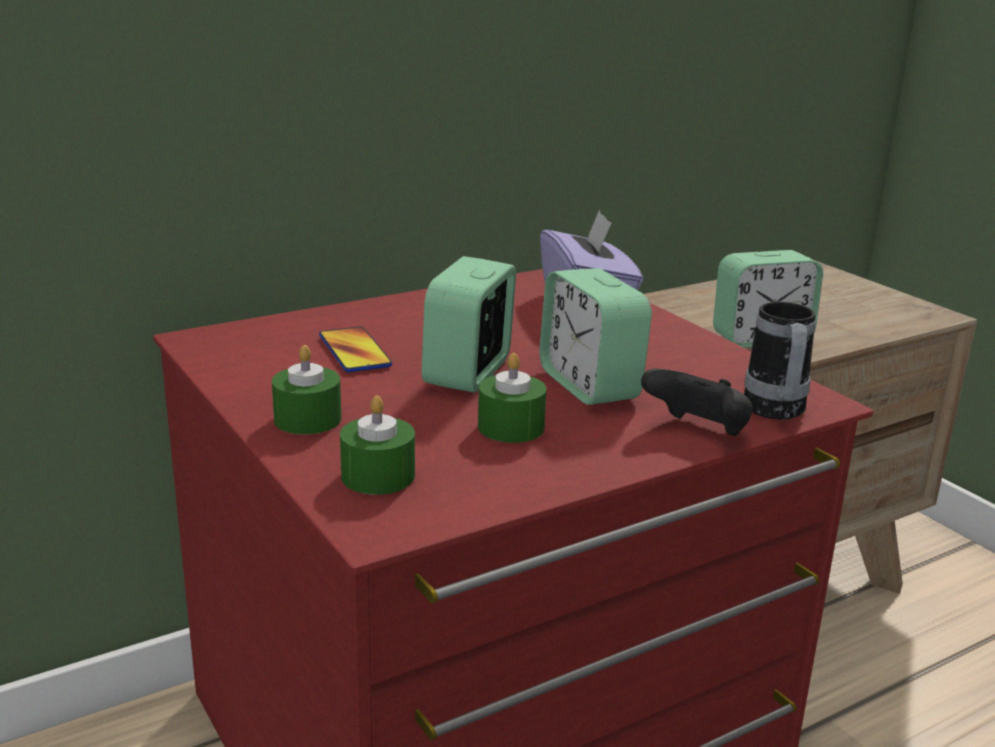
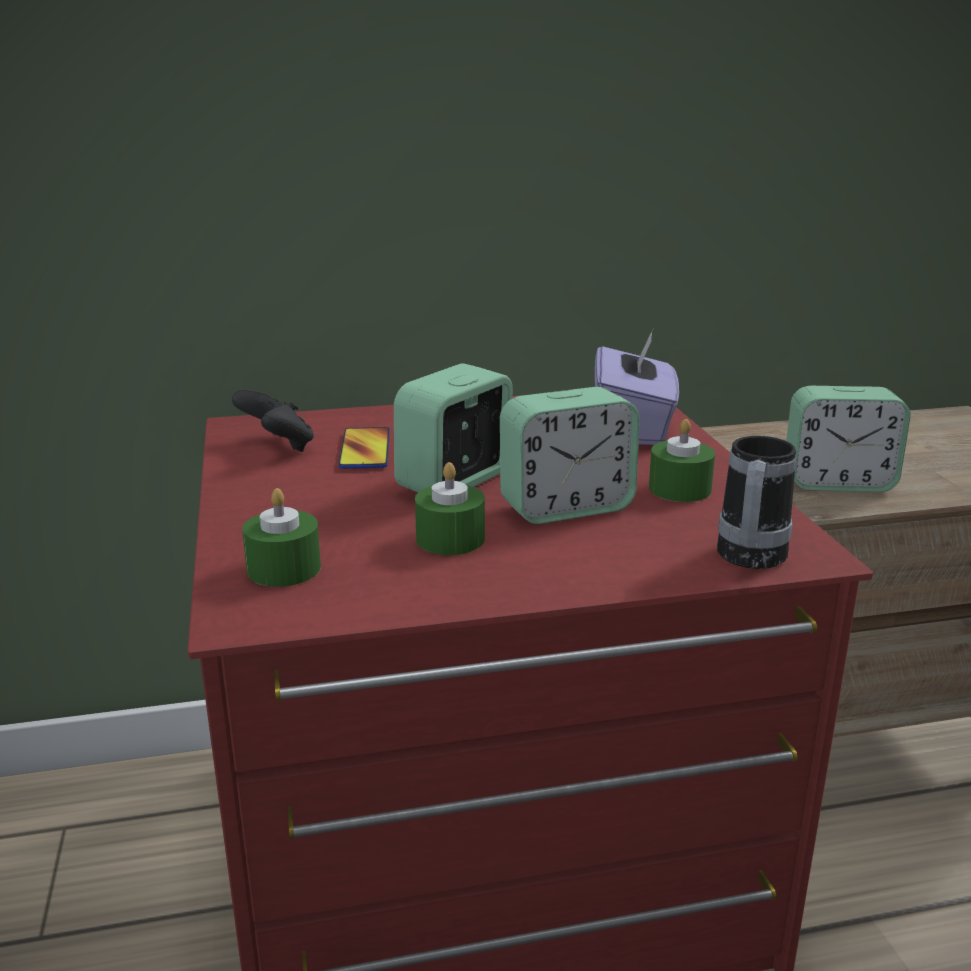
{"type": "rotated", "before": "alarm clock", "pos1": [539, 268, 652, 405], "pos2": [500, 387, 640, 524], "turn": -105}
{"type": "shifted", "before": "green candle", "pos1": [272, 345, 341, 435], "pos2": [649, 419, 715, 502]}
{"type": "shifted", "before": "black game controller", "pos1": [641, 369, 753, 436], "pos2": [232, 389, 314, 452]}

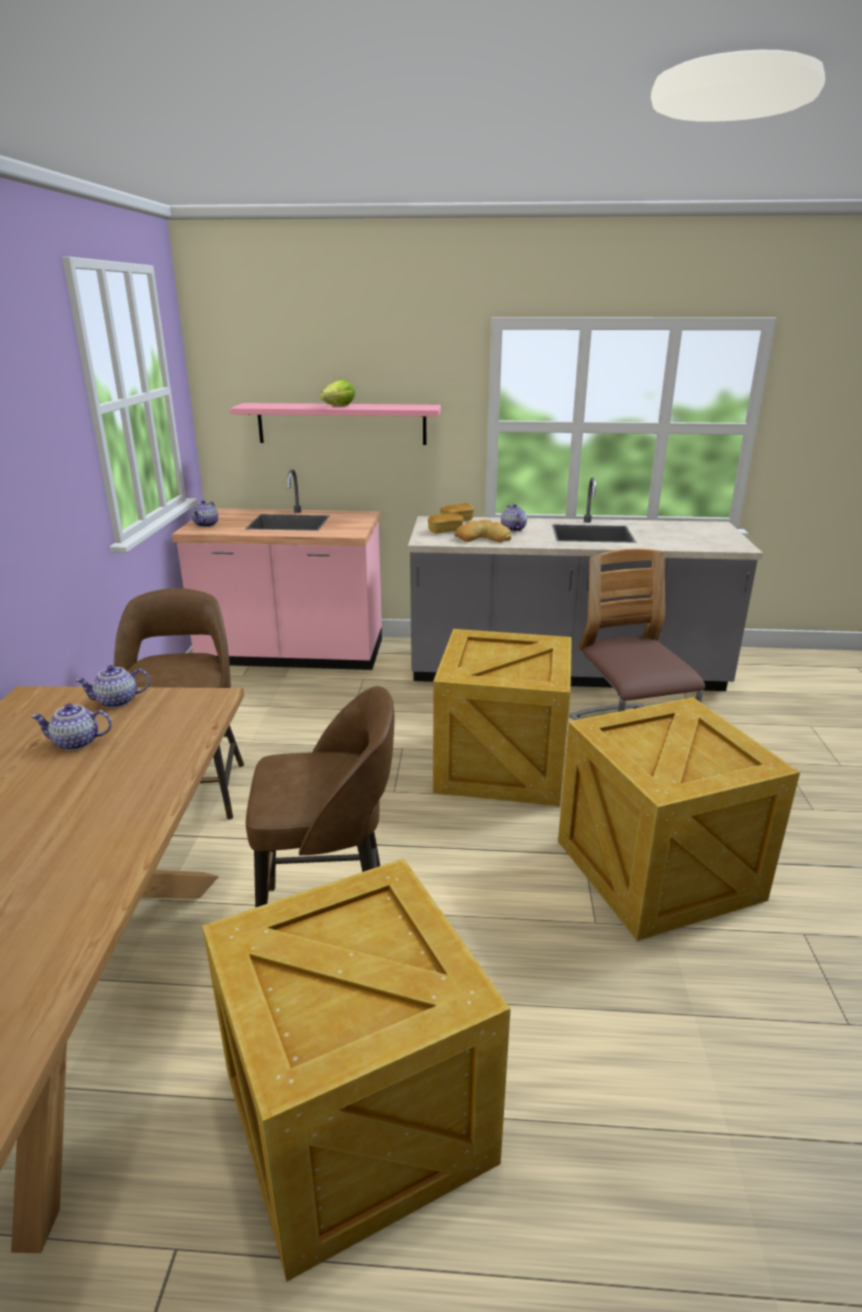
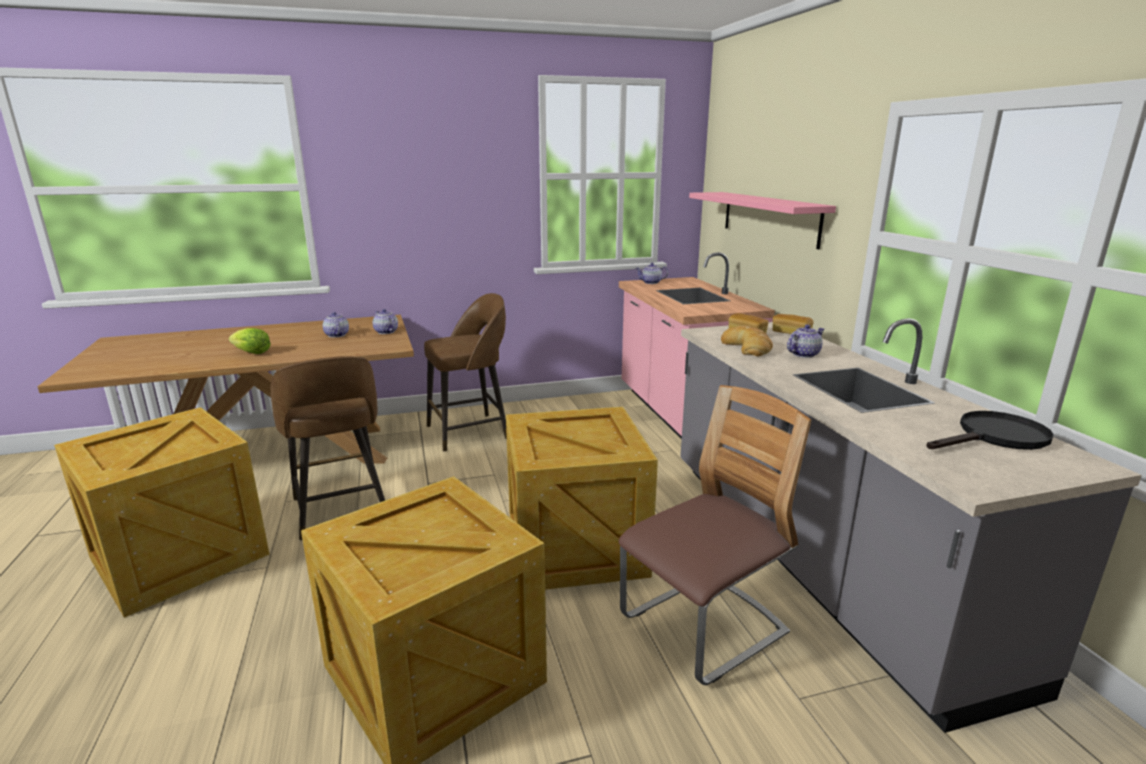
{"type": "shifted", "before": "lettuce", "pos1": [320, 379, 355, 406], "pos2": [228, 328, 271, 354]}
{"type": "new", "after": "black frying pan", "pos2": [926, 411, 1054, 450]}

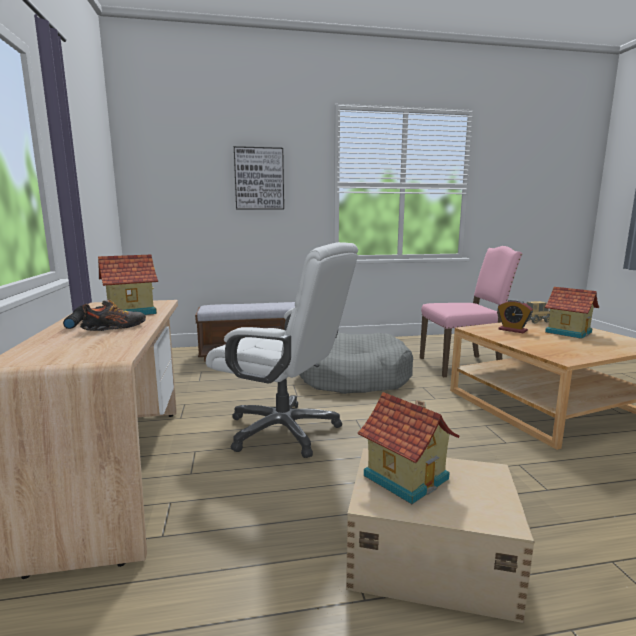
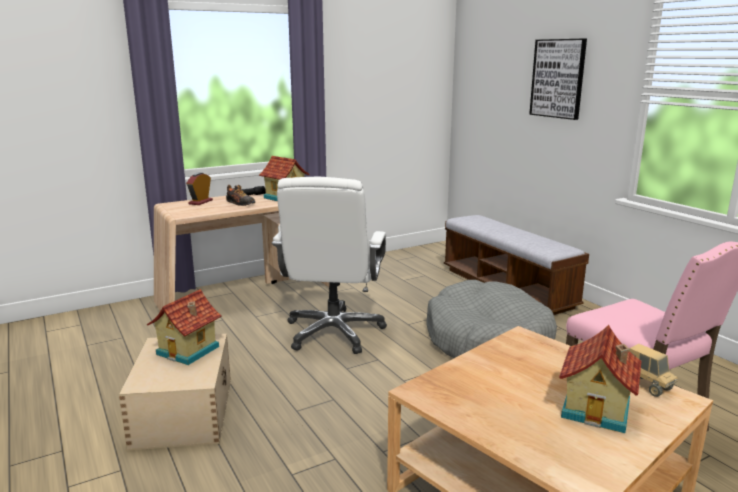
{"type": "shifted", "before": "alarm clock", "pos1": [498, 299, 533, 333], "pos2": [186, 172, 213, 205]}

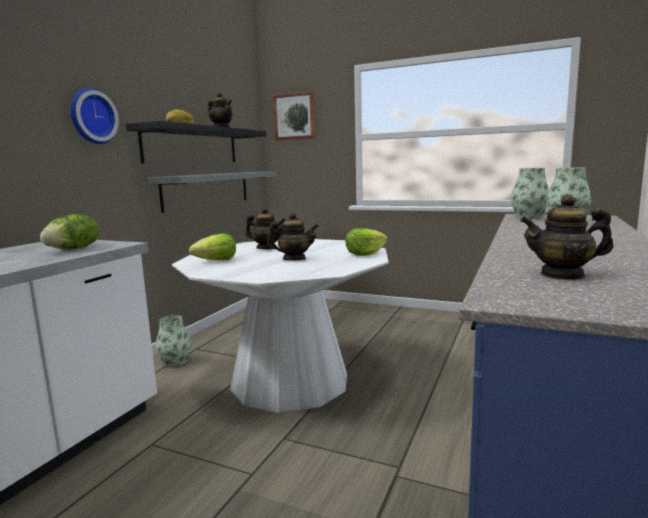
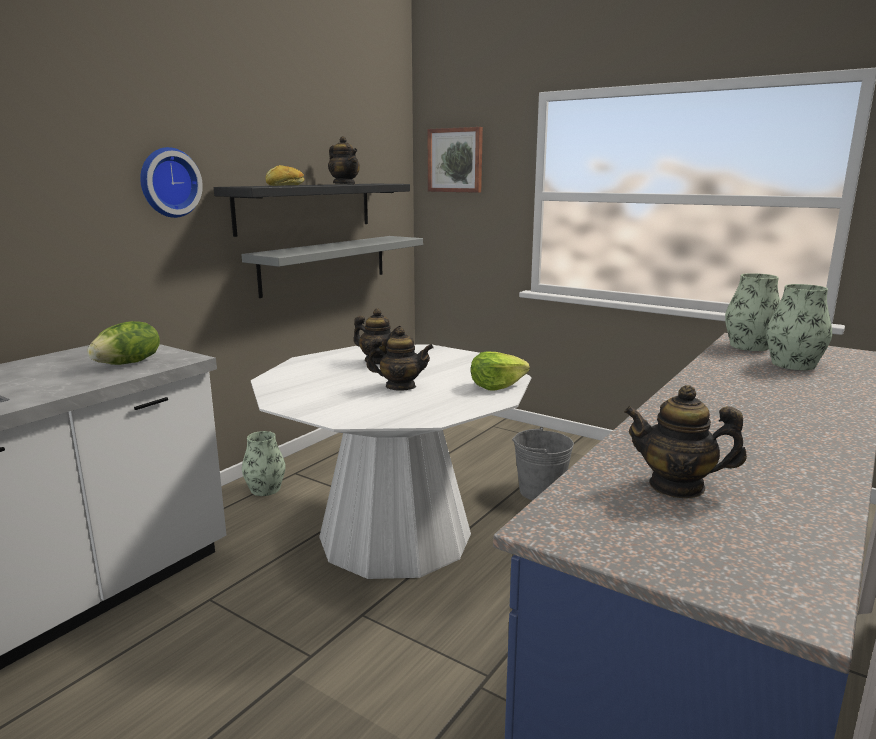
{"type": "gone", "before": "lettuce", "pos1": [189, 233, 236, 260]}
{"type": "new", "after": "grey bucket", "pos2": [512, 427, 574, 500]}

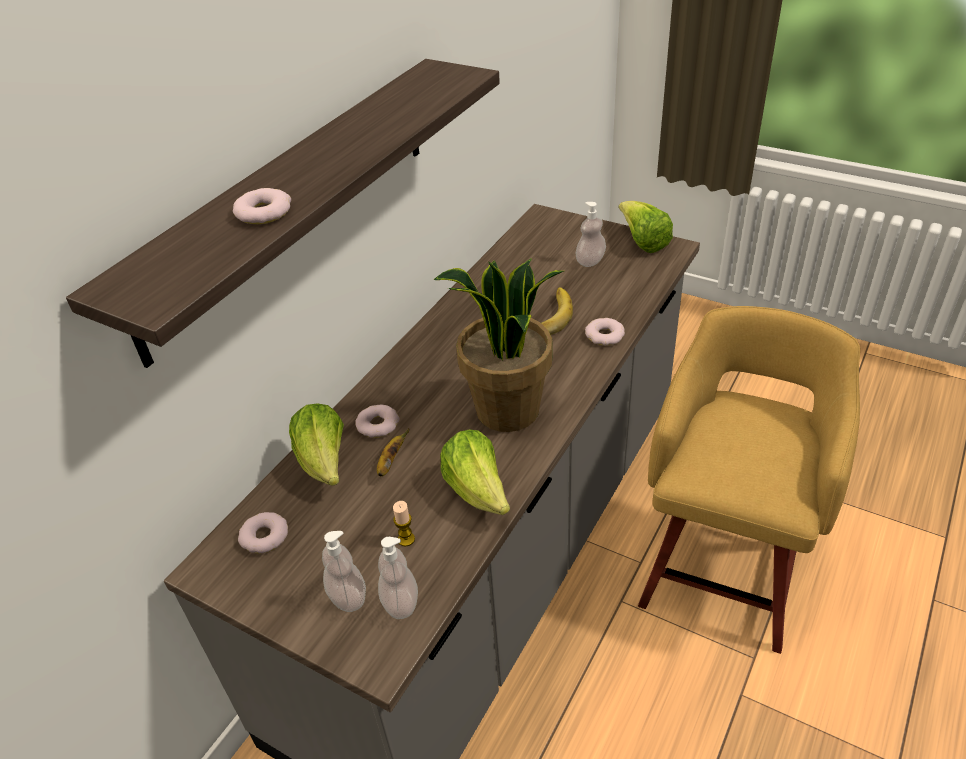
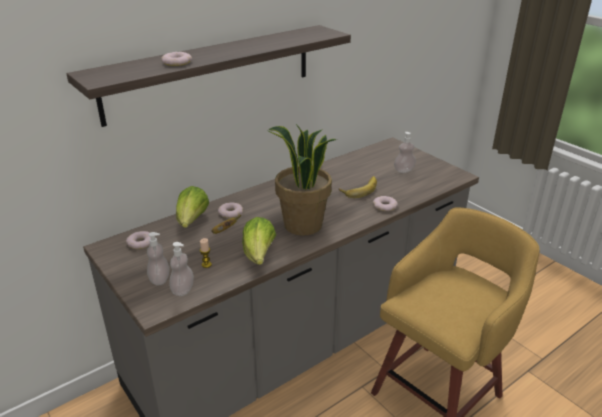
{"type": "gone", "before": "lettuce", "pos1": [619, 201, 673, 253]}

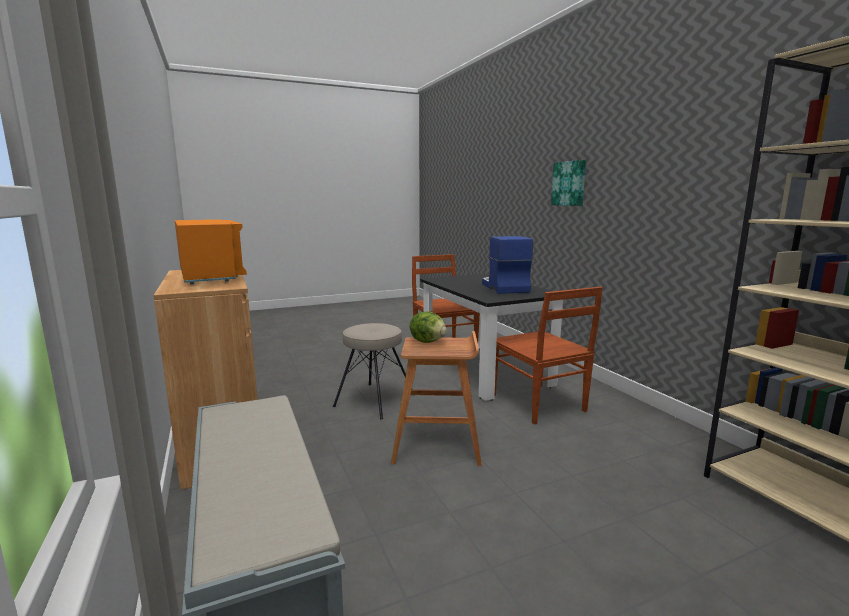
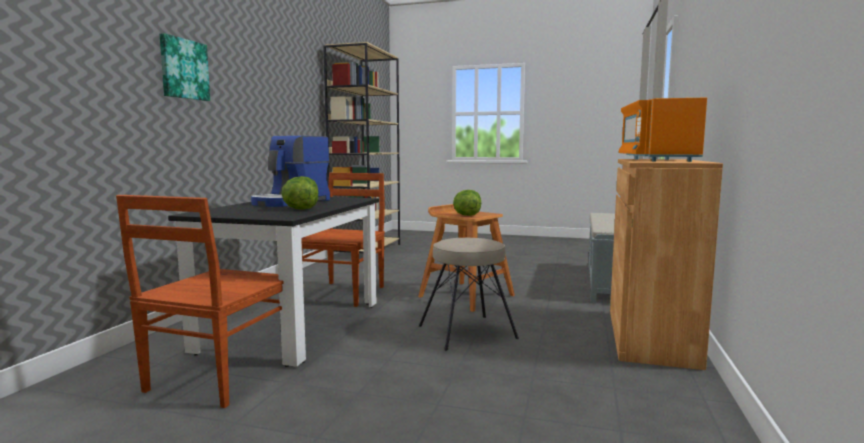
{"type": "new", "after": "lettuce", "pos2": [281, 176, 318, 210]}

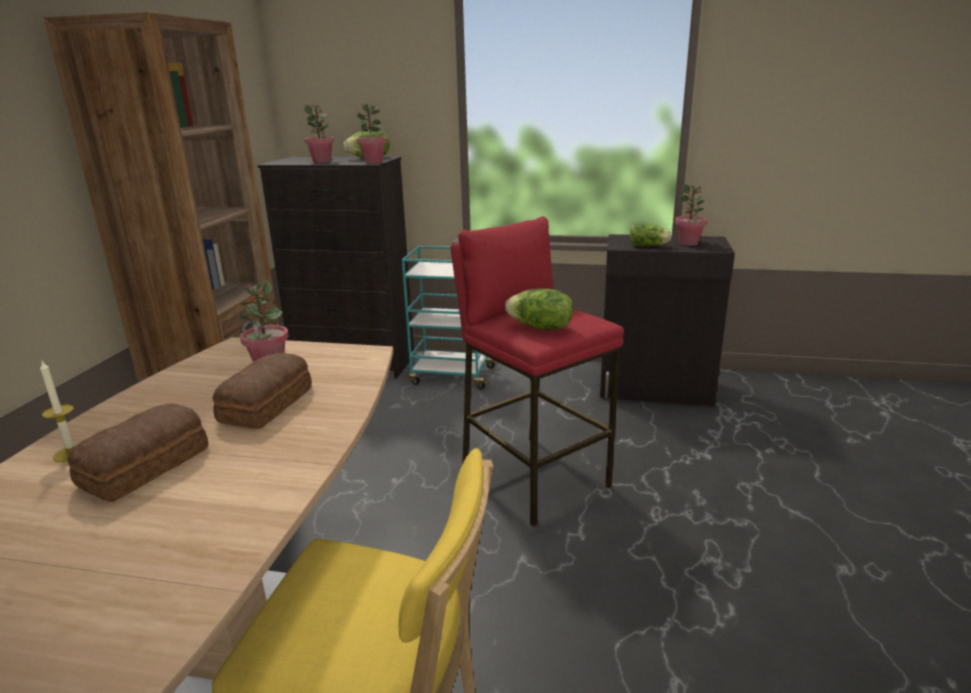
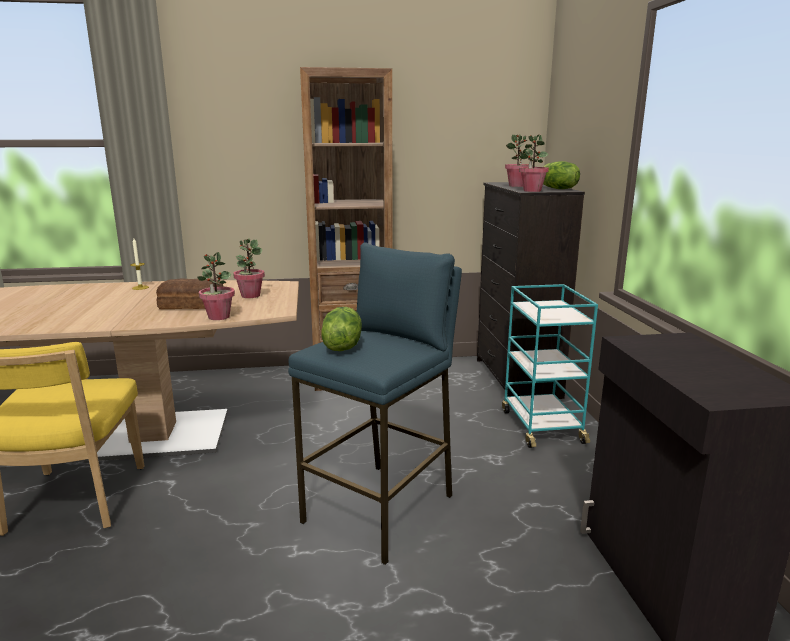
{"type": "shifted", "before": "potted plant", "pos1": [675, 184, 707, 246], "pos2": [197, 252, 235, 320]}
{"type": "repainted", "before": "red stool", "after": "blue stool", "pos1": [450, 216, 624, 527], "pos2": [288, 242, 462, 565]}
{"type": "gone", "before": "lettuce", "pos1": [630, 223, 671, 246]}
{"type": "gone", "before": "bread", "pos1": [68, 404, 208, 502]}

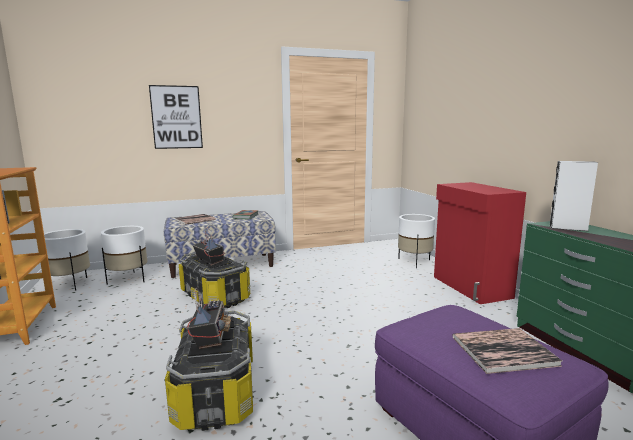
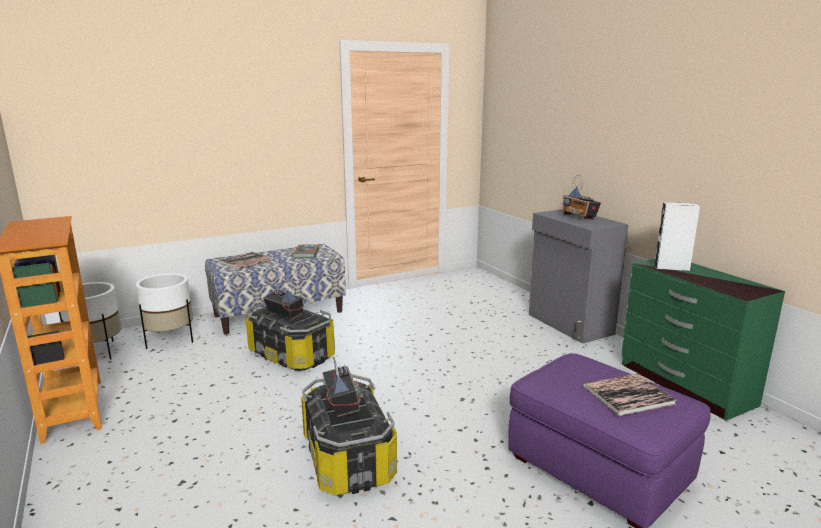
{"type": "gone", "before": "picture", "pos1": [149, 85, 203, 149]}
{"type": "repainted", "before": "red cabinet", "after": "grey cabinet", "pos1": [434, 182, 526, 304], "pos2": [529, 209, 629, 344]}
{"type": "gone", "before": "white planter", "pos1": [398, 214, 435, 268]}
{"type": "new", "after": "radio", "pos2": [562, 175, 601, 219]}

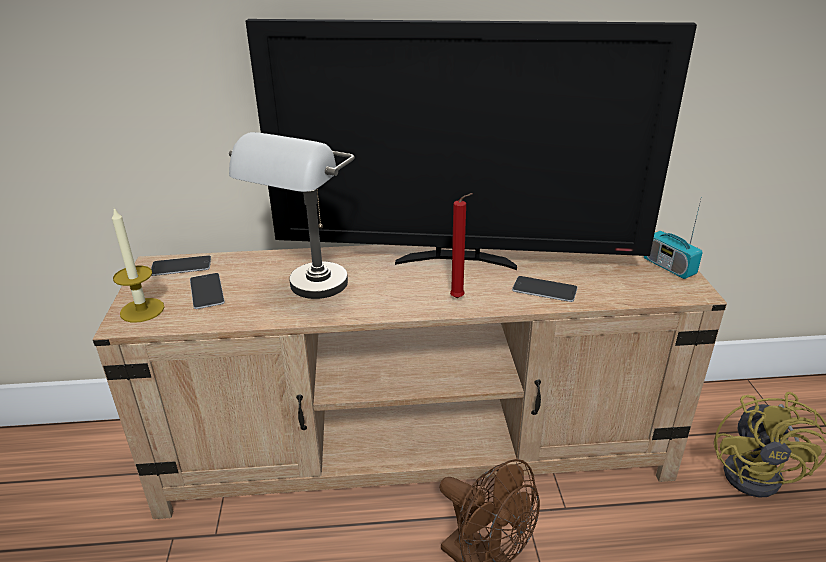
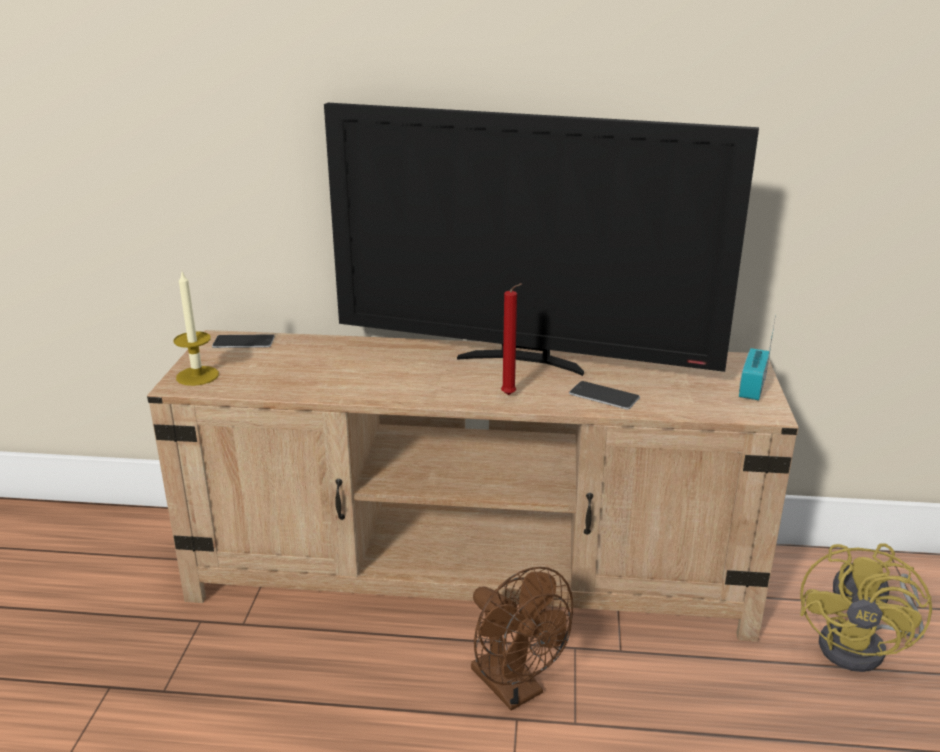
{"type": "gone", "before": "grey table lamp", "pos1": [229, 132, 355, 299]}
{"type": "rotated", "before": "radio", "pos1": [644, 200, 703, 279], "pos2": [739, 315, 776, 400], "turn": 45}
{"type": "gone", "before": "phone", "pos1": [190, 273, 225, 309]}

